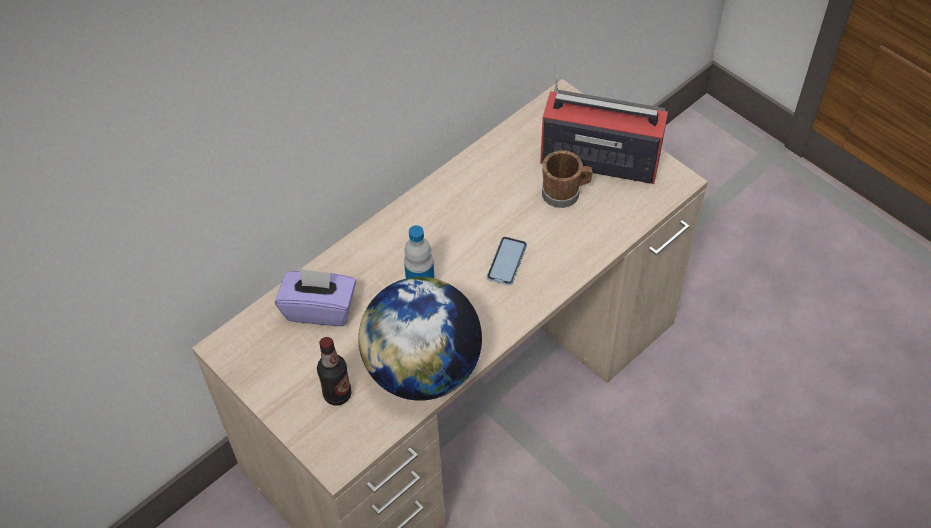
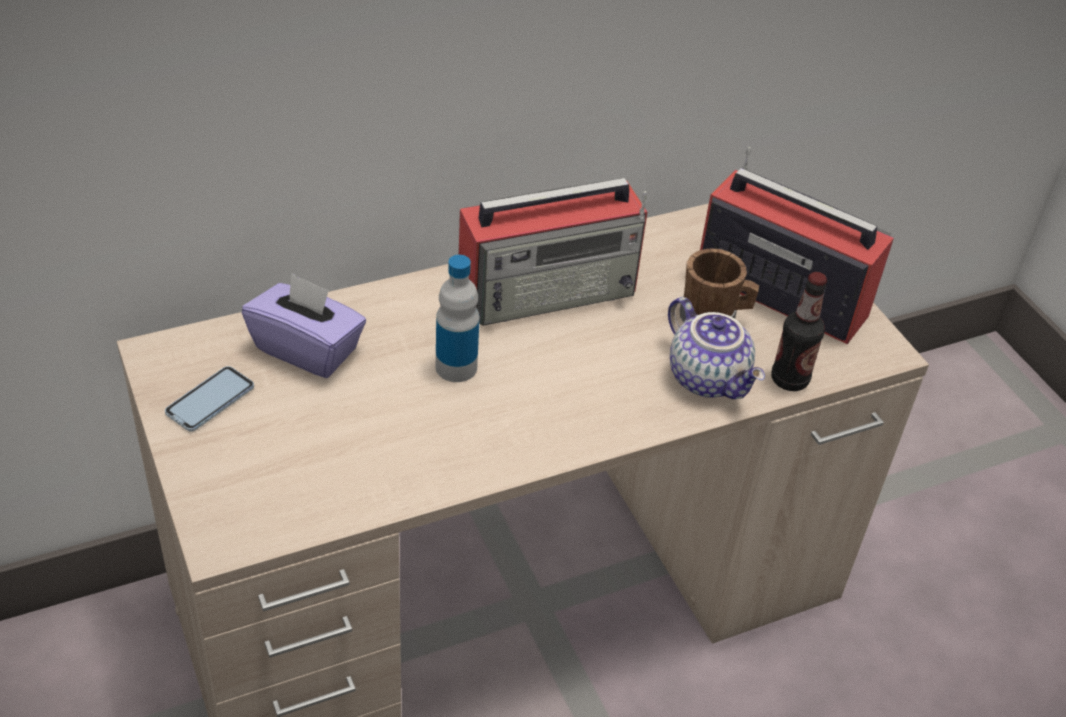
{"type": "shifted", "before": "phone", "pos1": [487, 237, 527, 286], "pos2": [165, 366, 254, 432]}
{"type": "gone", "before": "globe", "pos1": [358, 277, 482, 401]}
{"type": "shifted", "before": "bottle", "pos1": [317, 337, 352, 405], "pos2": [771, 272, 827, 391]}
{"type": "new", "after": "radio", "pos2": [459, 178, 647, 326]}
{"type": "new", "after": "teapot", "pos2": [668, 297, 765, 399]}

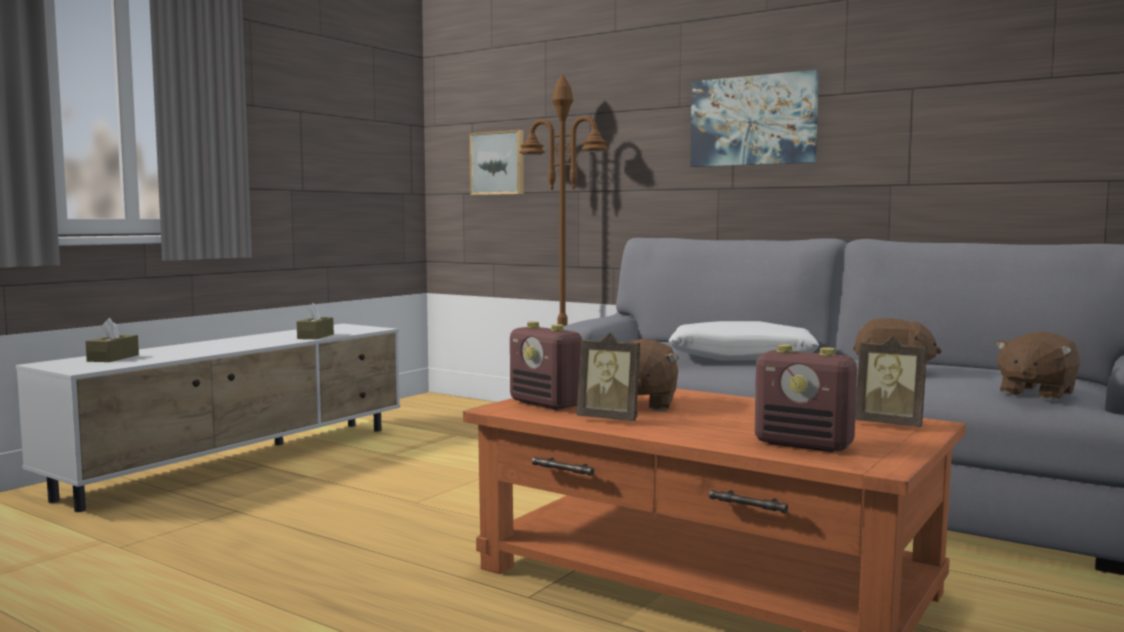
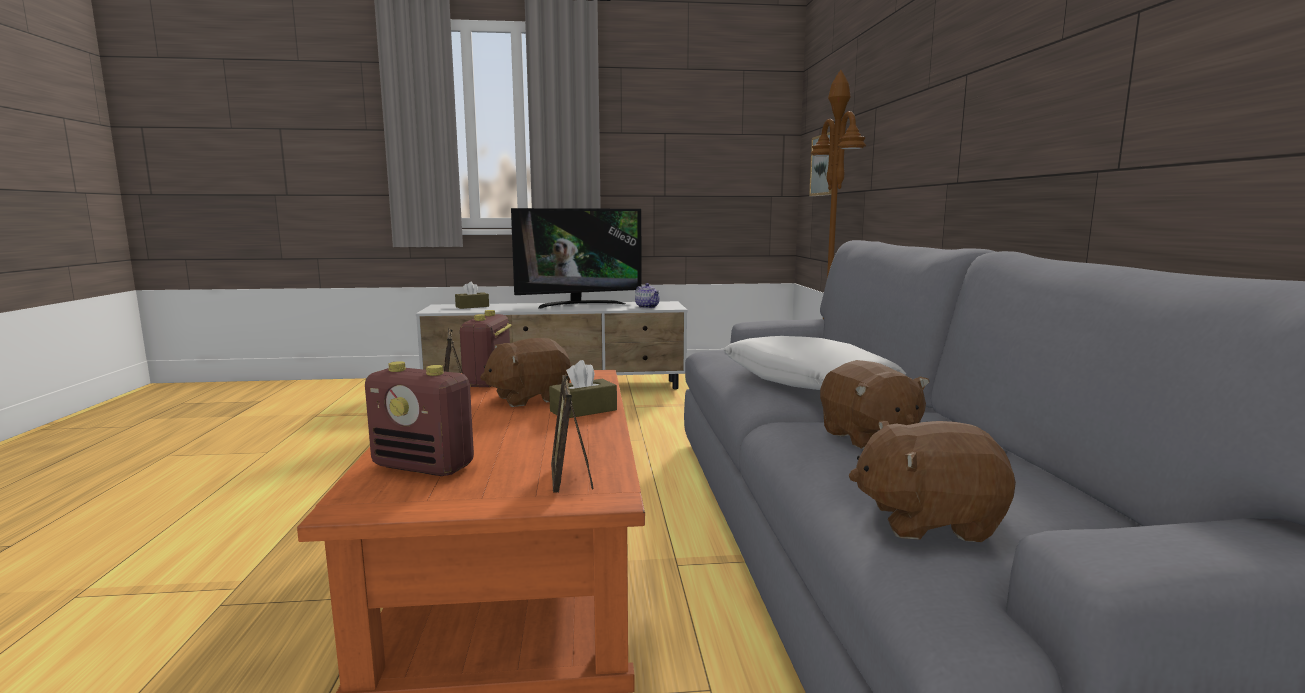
{"type": "gone", "before": "picture", "pos1": [690, 70, 819, 167]}
{"type": "shifted", "before": "brown tissue box", "pos1": [297, 303, 334, 339], "pos2": [549, 360, 617, 418]}
{"type": "rotated", "before": "radio", "pos1": [754, 344, 857, 452], "pos2": [365, 361, 474, 476], "turn": -60}
{"type": "new", "after": "television", "pos2": [511, 208, 642, 309]}
{"type": "new", "after": "teapot", "pos2": [635, 283, 660, 308]}

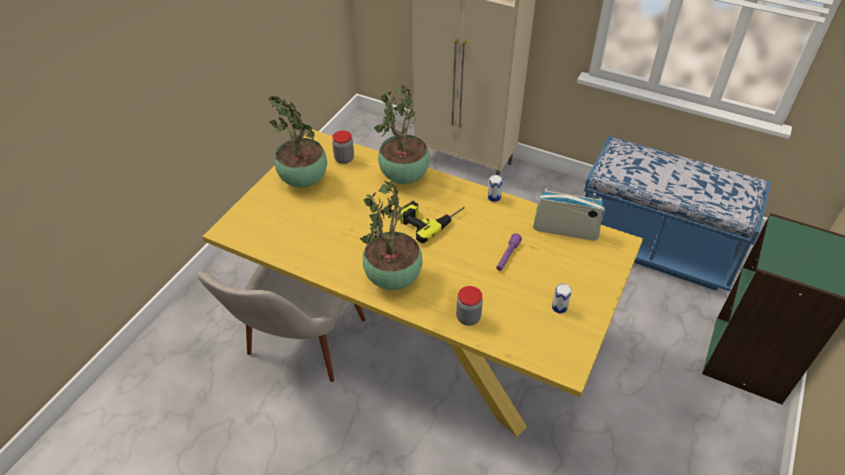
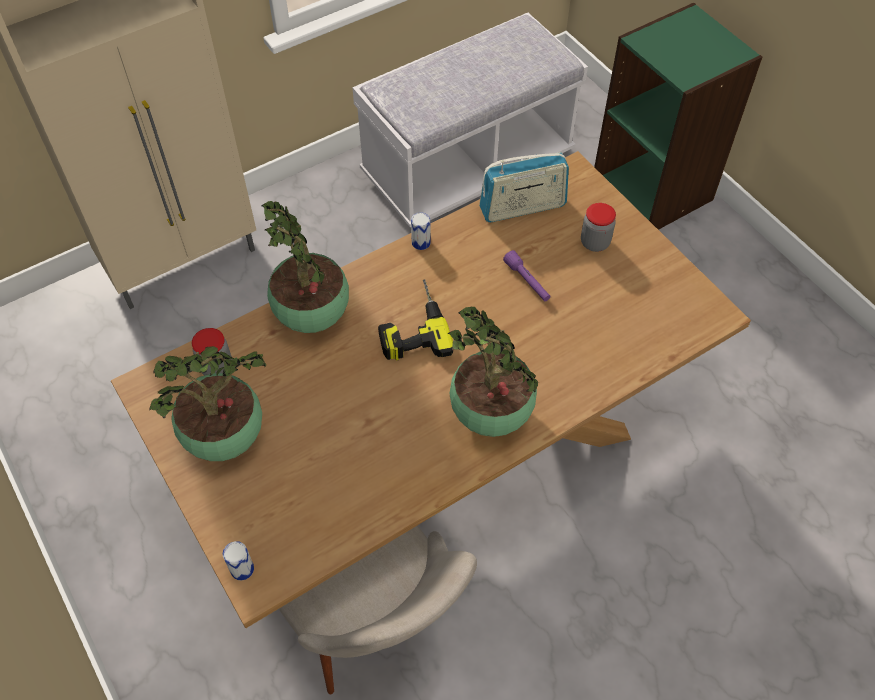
{"type": "repainted", "before": "yellow dining table", "after": "brown dining table", "pos1": [202, 129, 643, 437], "pos2": [111, 151, 751, 628]}
{"type": "repainted", "before": "blue bench", "after": "white bench", "pos1": [584, 136, 771, 291], "pos2": [352, 13, 588, 227]}
{"type": "rotated", "before": "radio", "pos1": [533, 188, 605, 241], "pos2": [479, 152, 569, 222], "turn": -150}
{"type": "shifted", "before": "can", "pos1": [552, 284, 572, 313], "pos2": [223, 541, 254, 580]}
{"type": "shifted", "before": "jar", "pos1": [456, 286, 483, 326], "pos2": [581, 203, 616, 252]}

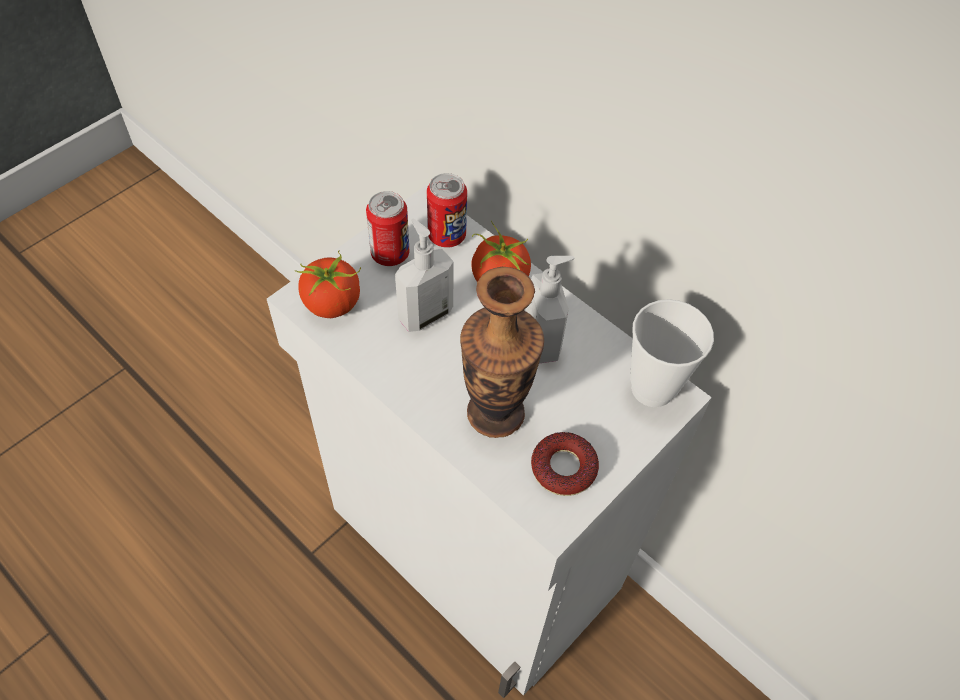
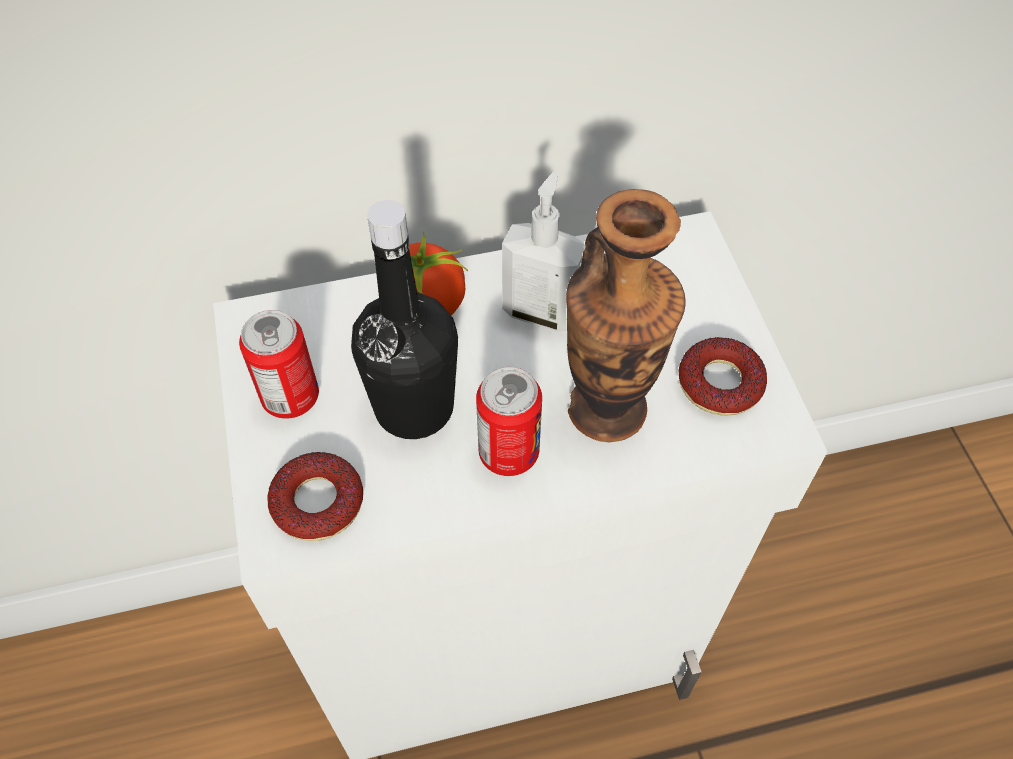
{"type": "shifted", "before": "can", "pos1": [427, 173, 467, 248], "pos2": [476, 367, 542, 476]}
{"type": "swapped", "before": "soap dispenser", "after": "black bottle", "pos1": [395, 219, 454, 332], "pos2": [351, 200, 458, 439]}
{"type": "swapped", "before": "tomato", "after": "donut", "pos1": [295, 251, 361, 318], "pos2": [267, 452, 363, 541]}
{"type": "gone", "before": "cup", "pos1": [630, 299, 714, 407]}

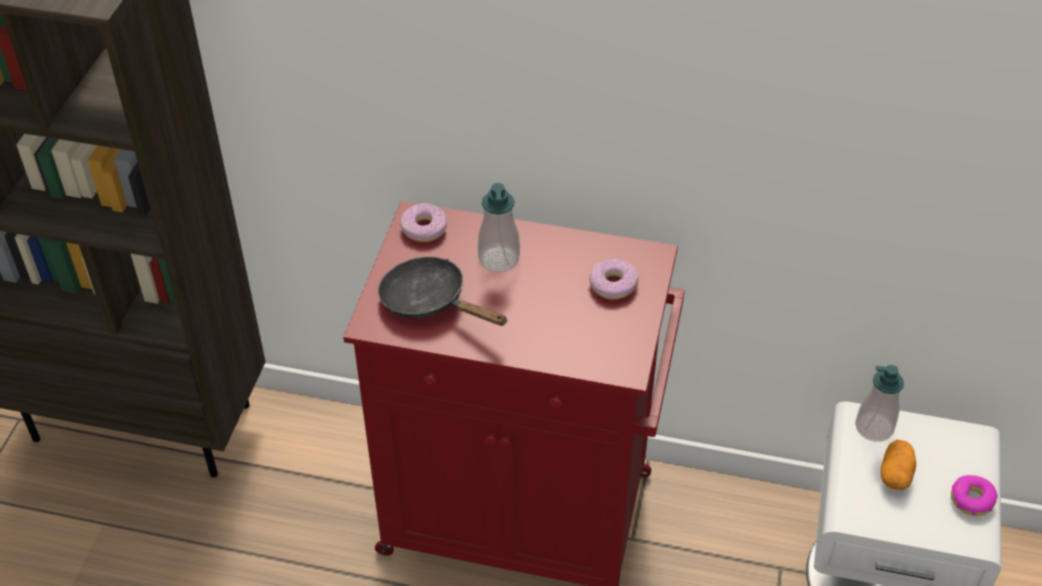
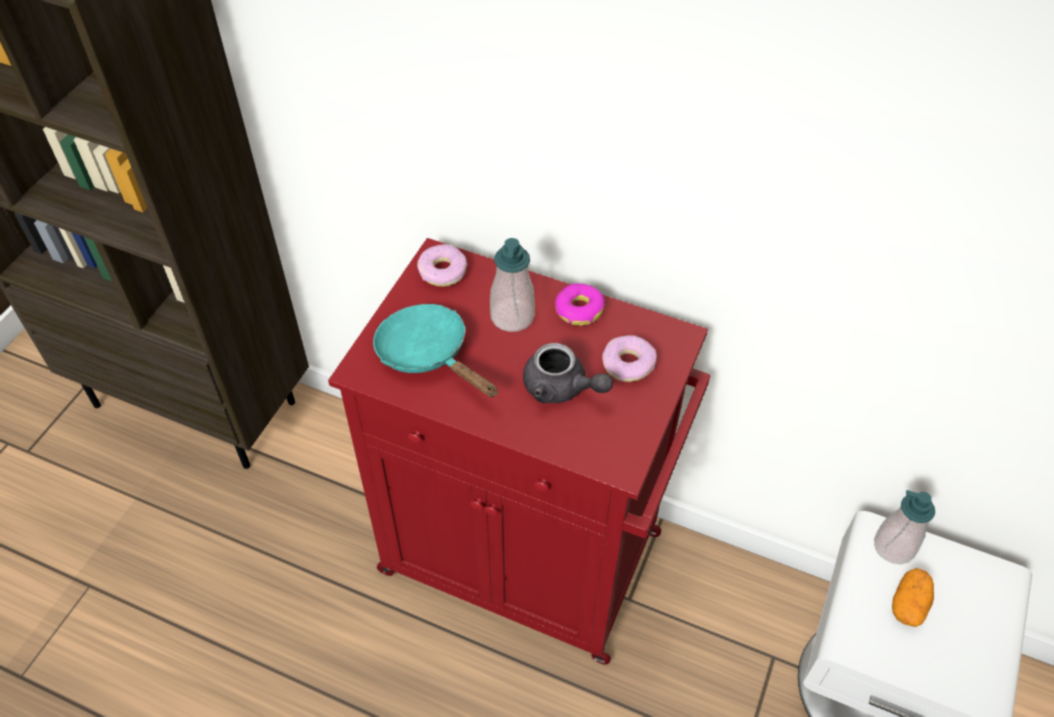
{"type": "repainted", "before": "black frying pan", "after": "turquoise frying pan", "pos1": [378, 257, 508, 326], "pos2": [373, 304, 498, 397]}
{"type": "shifted", "before": "donut", "pos1": [951, 475, 998, 516], "pos2": [555, 283, 605, 326]}
{"type": "new", "after": "grey teapot", "pos2": [523, 343, 613, 403]}

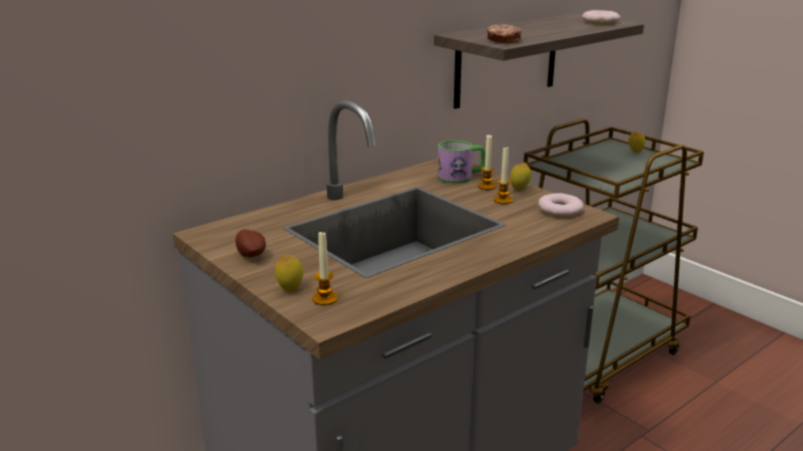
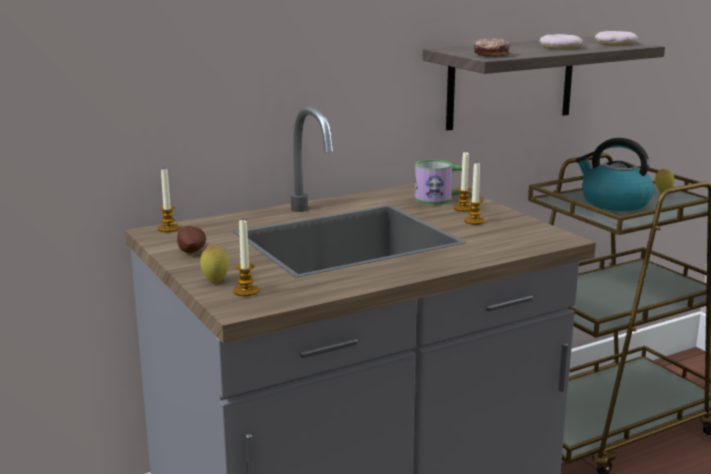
{"type": "gone", "before": "lemon", "pos1": [510, 162, 531, 190]}
{"type": "shifted", "before": "donut", "pos1": [538, 193, 584, 217], "pos2": [540, 34, 583, 49]}
{"type": "new", "after": "kettle", "pos2": [576, 138, 654, 211]}
{"type": "new", "after": "candle", "pos2": [158, 169, 179, 232]}

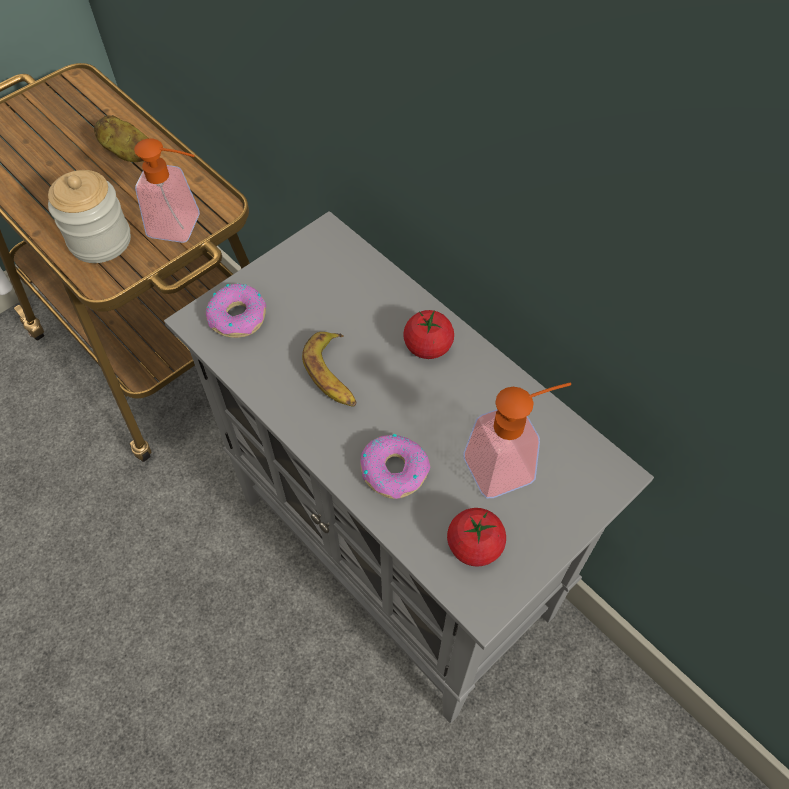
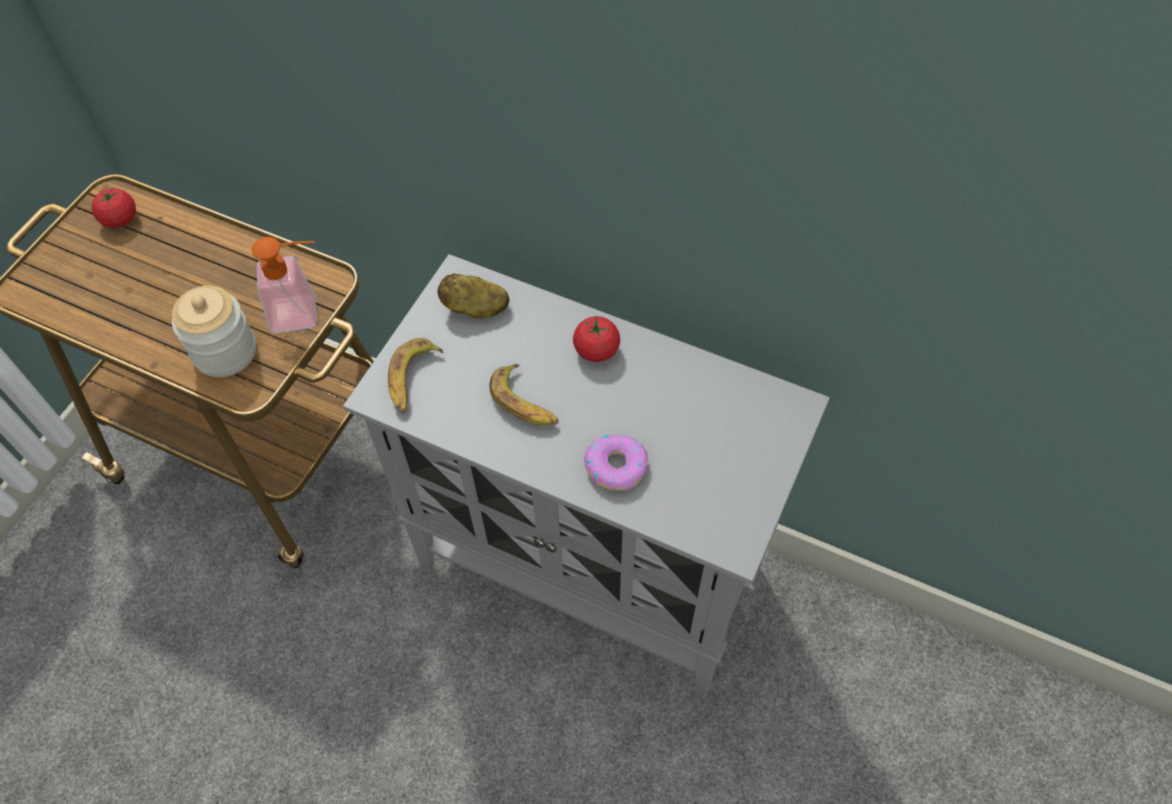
{"type": "shifted", "before": "potato", "pos1": [94, 115, 148, 162], "pos2": [437, 273, 509, 318]}
{"type": "swapped", "before": "donut", "after": "banana", "pos1": [206, 284, 266, 338], "pos2": [388, 338, 443, 413]}
{"type": "gone", "before": "soap dispenser", "pos1": [463, 383, 571, 499]}
{"type": "shifted", "before": "tomato", "pos1": [447, 508, 506, 567], "pos2": [92, 187, 136, 228]}

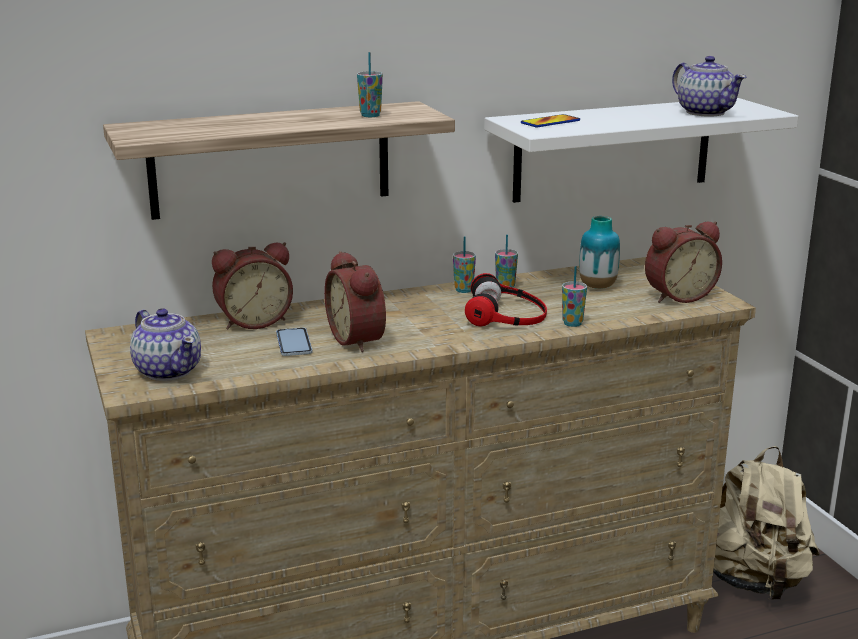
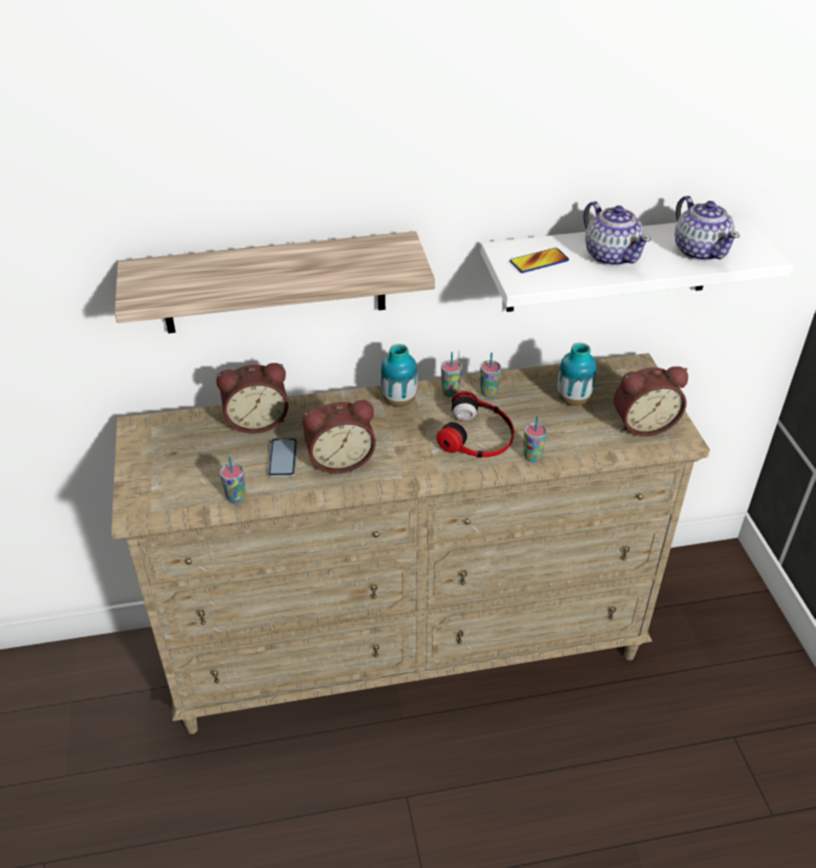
{"type": "shifted", "before": "cup", "pos1": [357, 52, 383, 117], "pos2": [220, 456, 246, 504]}
{"type": "rotated", "before": "alarm clock", "pos1": [324, 251, 386, 352], "pos2": [302, 400, 376, 473], "turn": -90}
{"type": "shifted", "before": "teapot", "pos1": [130, 308, 201, 381], "pos2": [583, 201, 651, 266]}
{"type": "gone", "before": "beige backpack", "pos1": [713, 446, 820, 600]}
{"type": "new", "after": "vase", "pos2": [381, 344, 418, 407]}

